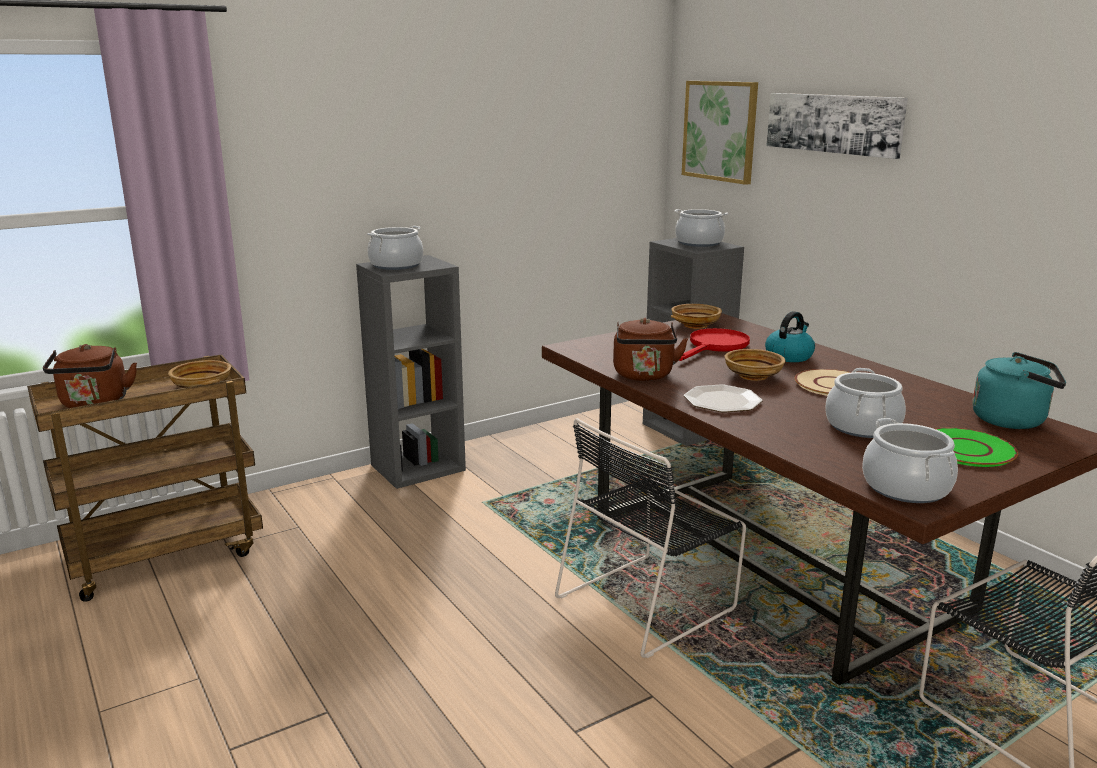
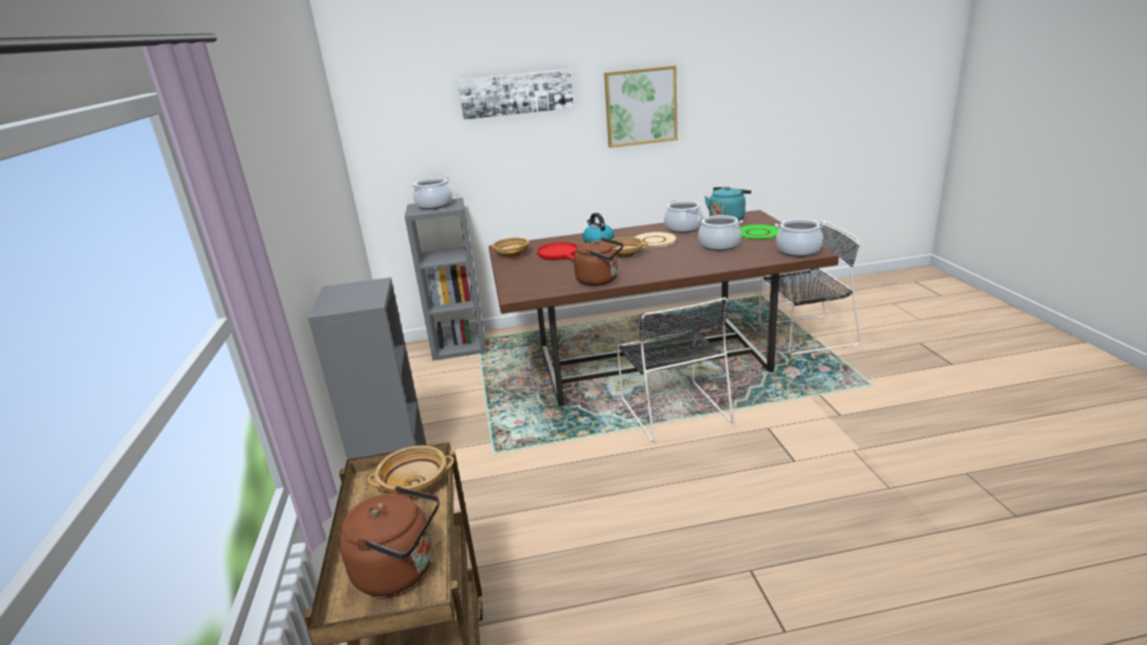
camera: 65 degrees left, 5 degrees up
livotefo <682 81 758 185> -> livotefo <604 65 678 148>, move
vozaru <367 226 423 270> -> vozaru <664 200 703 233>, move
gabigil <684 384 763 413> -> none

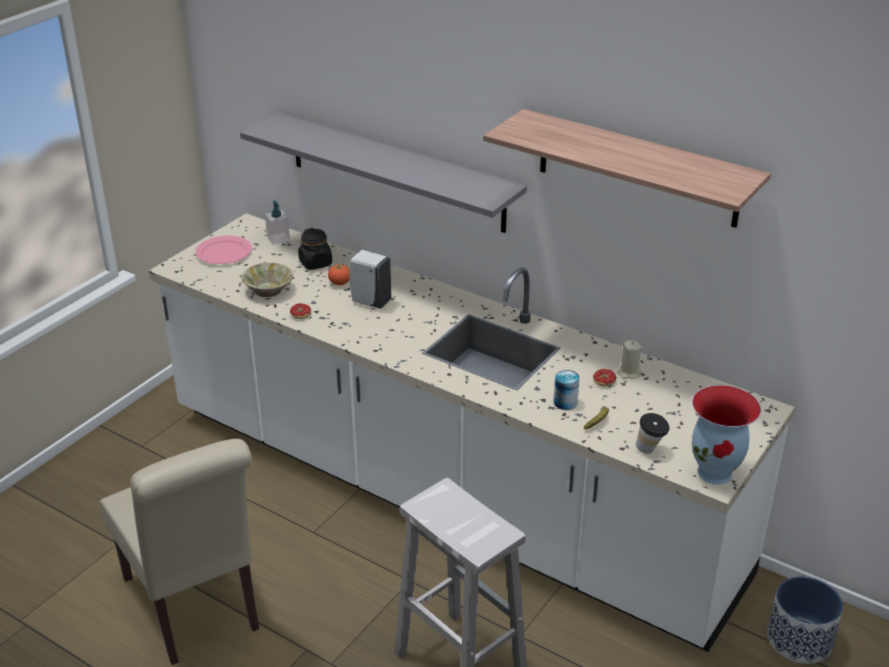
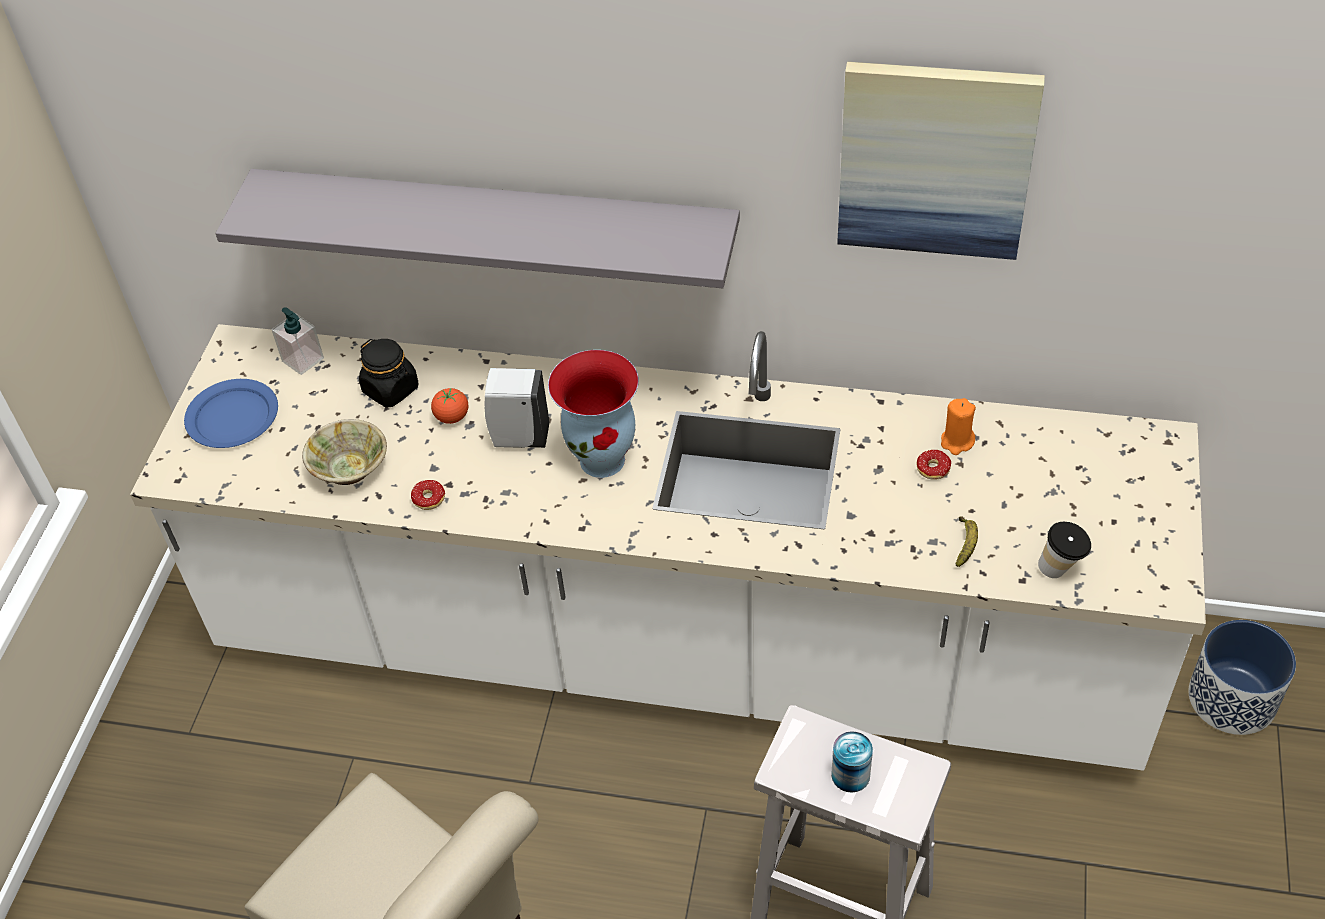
camera: 20 degrees left, 15 degrees up
gabigil (pink) <195 236 252 264> -> gabigil (blue) <184 379 278 448>
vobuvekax <692 385 761 485> -> vobuvekax <548 350 639 478>, move
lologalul <554 370 579 410> -> lologalul <831 731 873 793>, move
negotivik <483 109 771 228> -> livotefo <837 62 1045 260>
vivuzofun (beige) <617 340 642 379> -> vivuzofun (orange) <941 398 976 455>

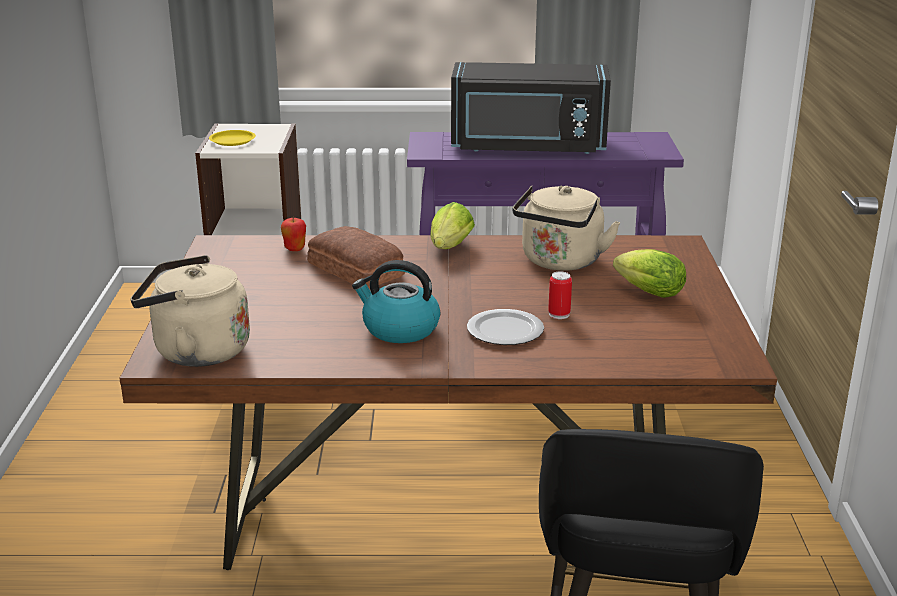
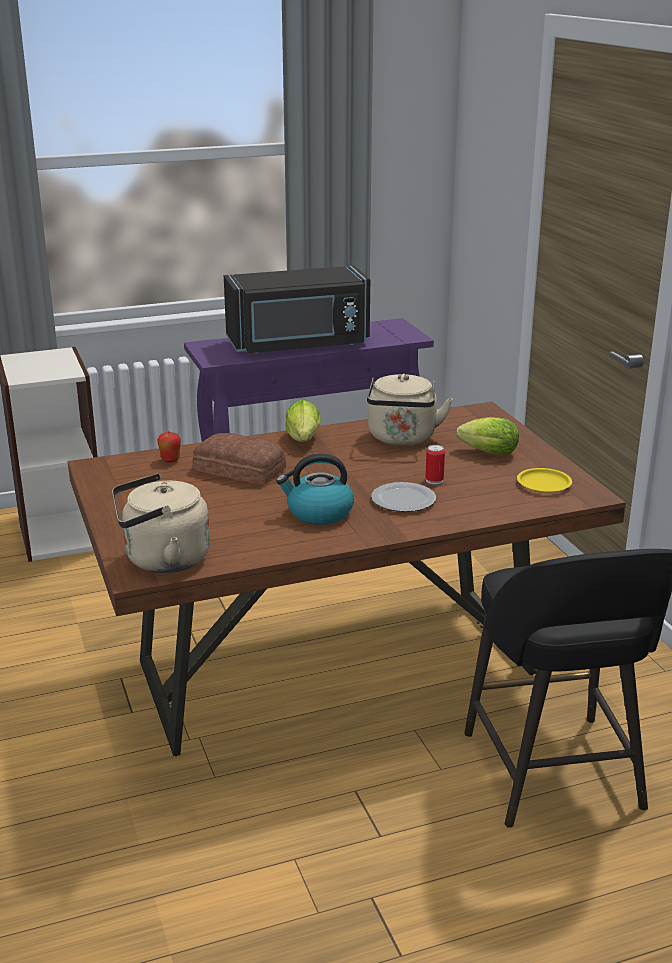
camera: 20 degrees left, 0 degrees up
gabigil (yellow) <209 130 256 146> -> gabigil (yellow) <517 468 572 493>, move

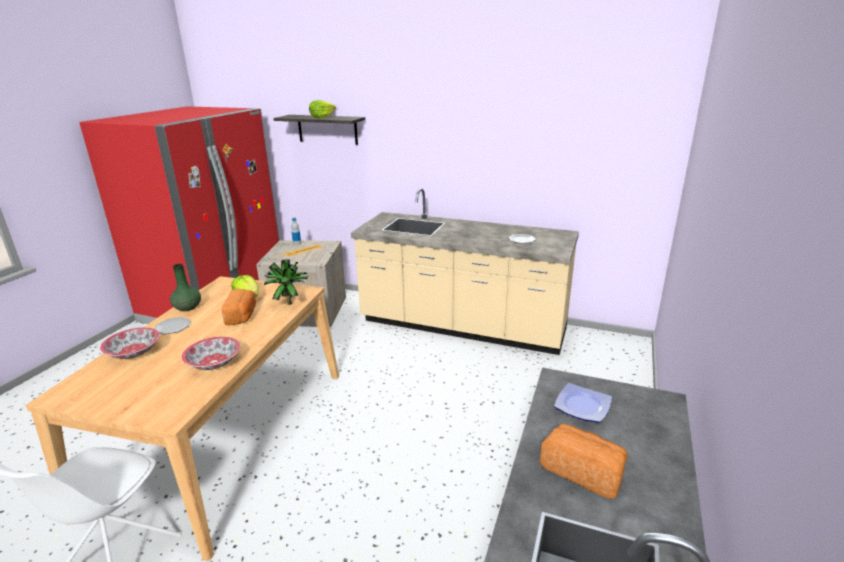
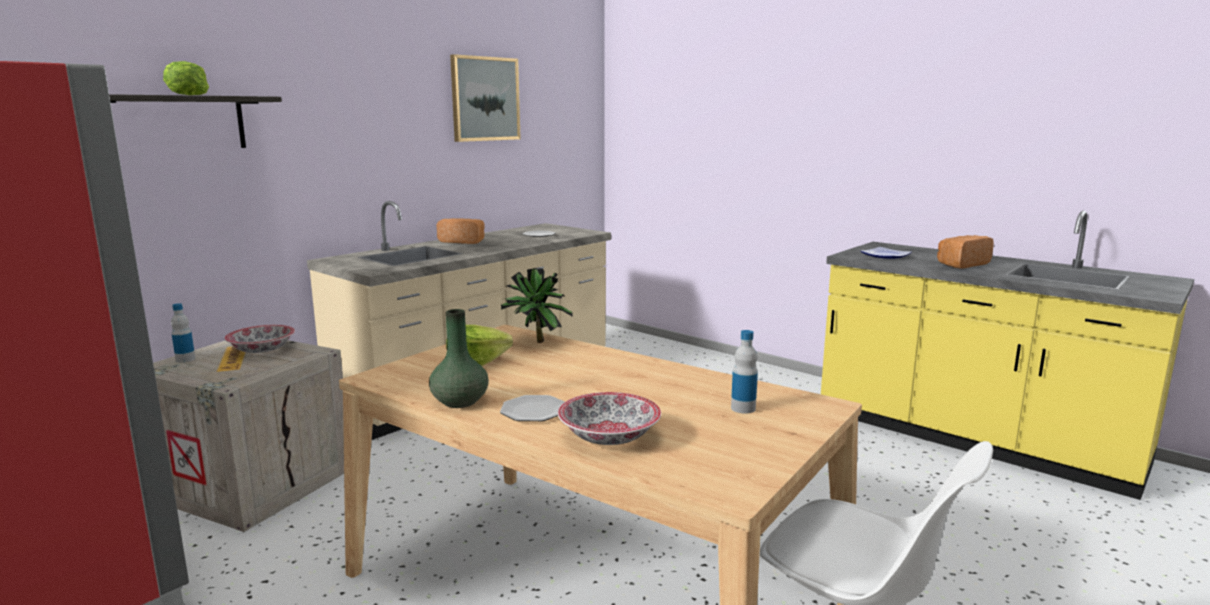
camera: 70 degrees left, 10 degrees down
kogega <181 336 240 370> -> kogega <224 325 295 353>, move
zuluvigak <222 289 256 326> -> zuluvigak <436 218 485 244>, move
none -> livotefo <450 54 521 142>
none -> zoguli <731 330 758 414>

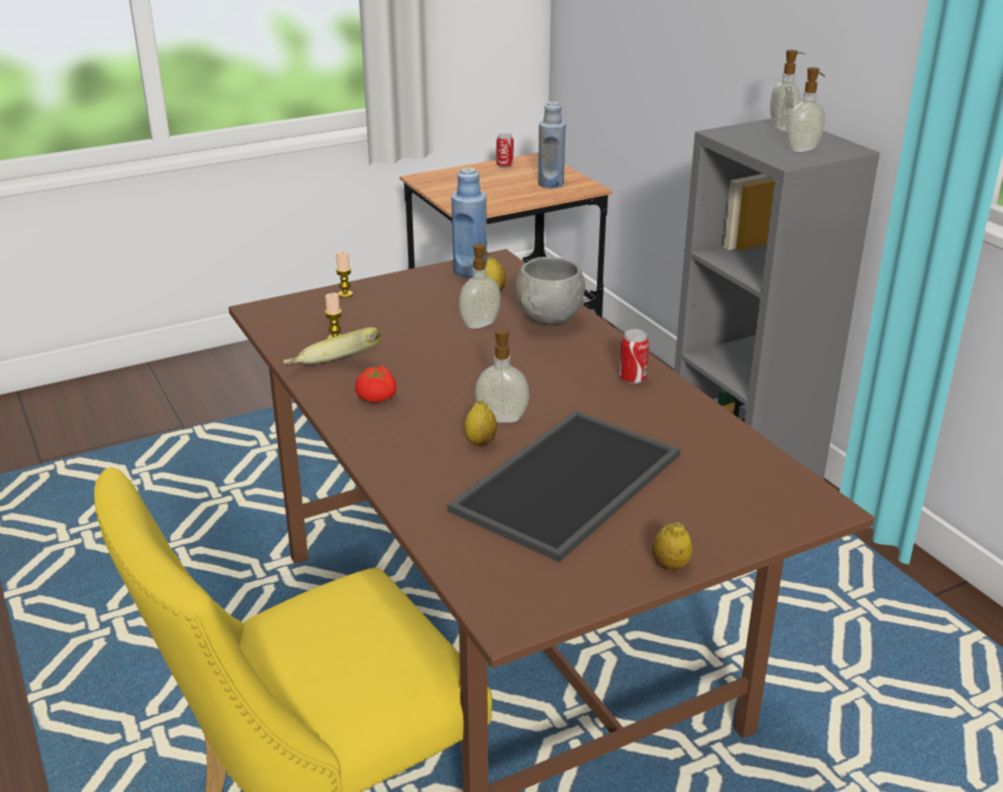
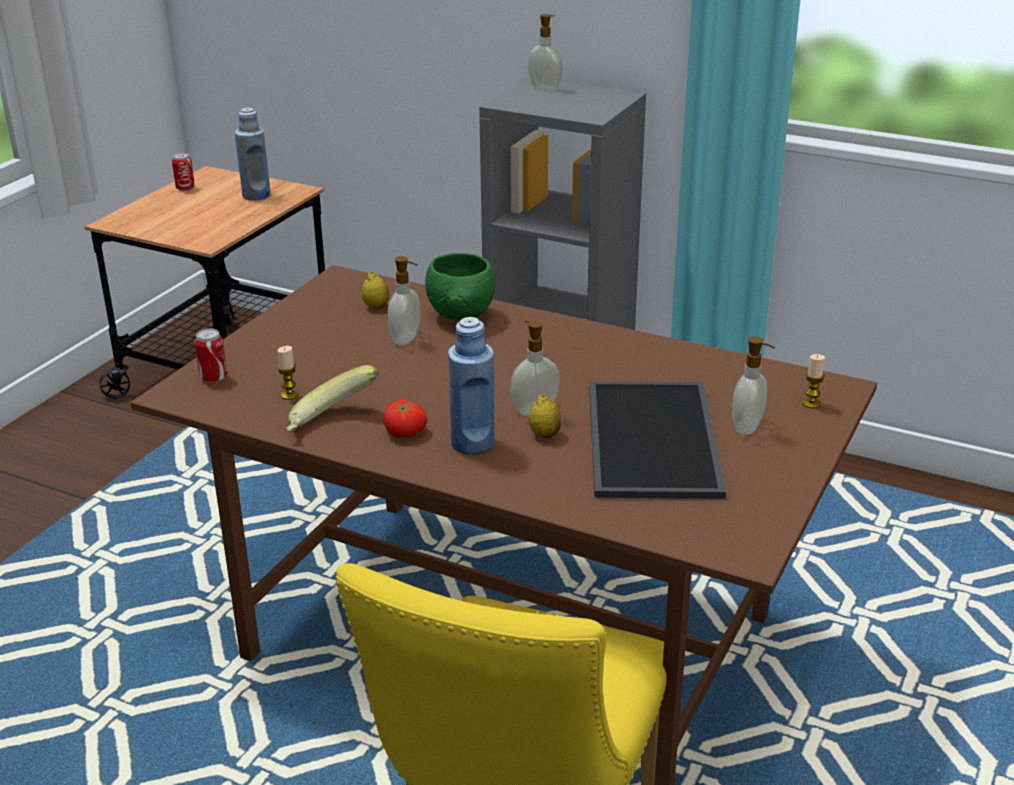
camera: 35 degrees left, 0 degrees up
lologalul <619 329 649 384> -> lologalul <195 329 227 383>, move
kogega (grey) <515 257 585 325> -> kogega (green) <425 253 495 321>
zoguli (blue) <451 167 487 278> -> zoguli (blue) <448 317 495 455>, move
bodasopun <787 67 825 152> -> bodasopun <732 336 775 435>, move
vivuzofun <336 252 353 298> -> vivuzofun <802 354 825 408>, move
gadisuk <652 522 692 570> -> none

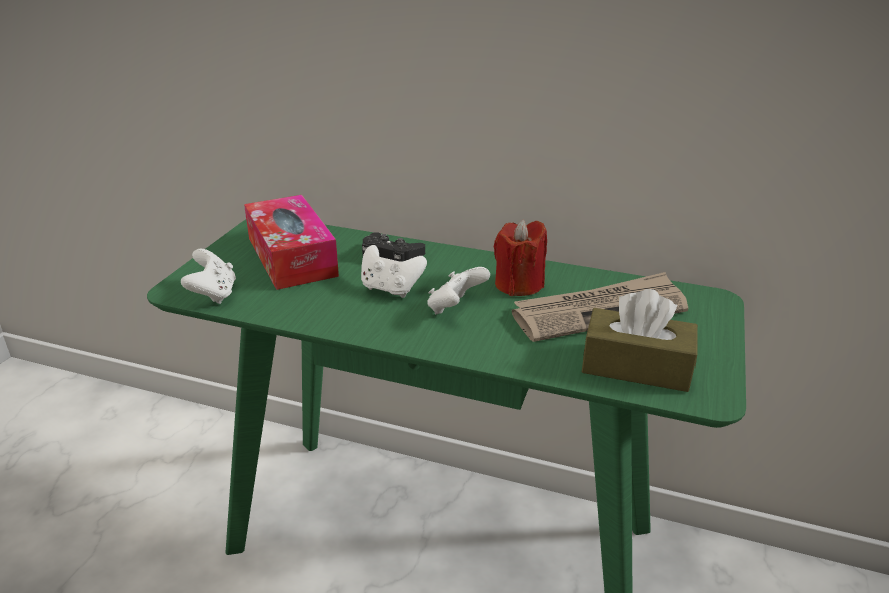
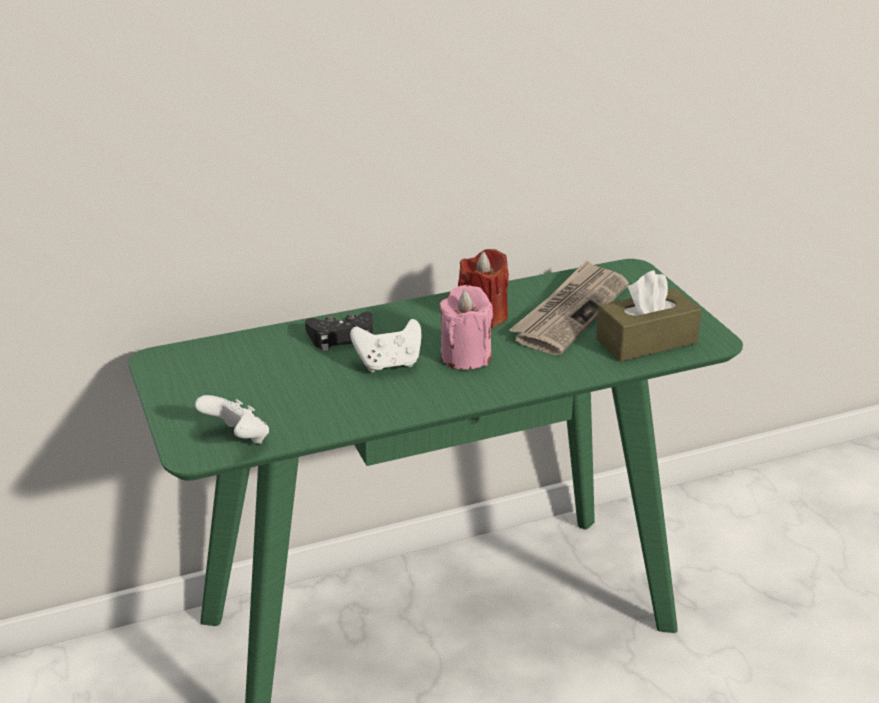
camera: 40 degrees left, 0 degrees up
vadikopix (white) <428 267 490 314> -> vivuzofun (pink) <440 285 493 370>
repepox <244 195 339 290> -> none

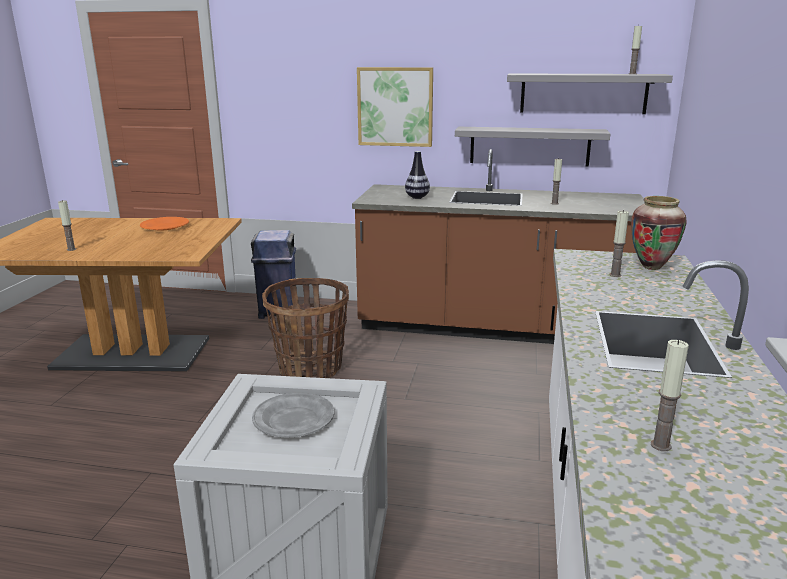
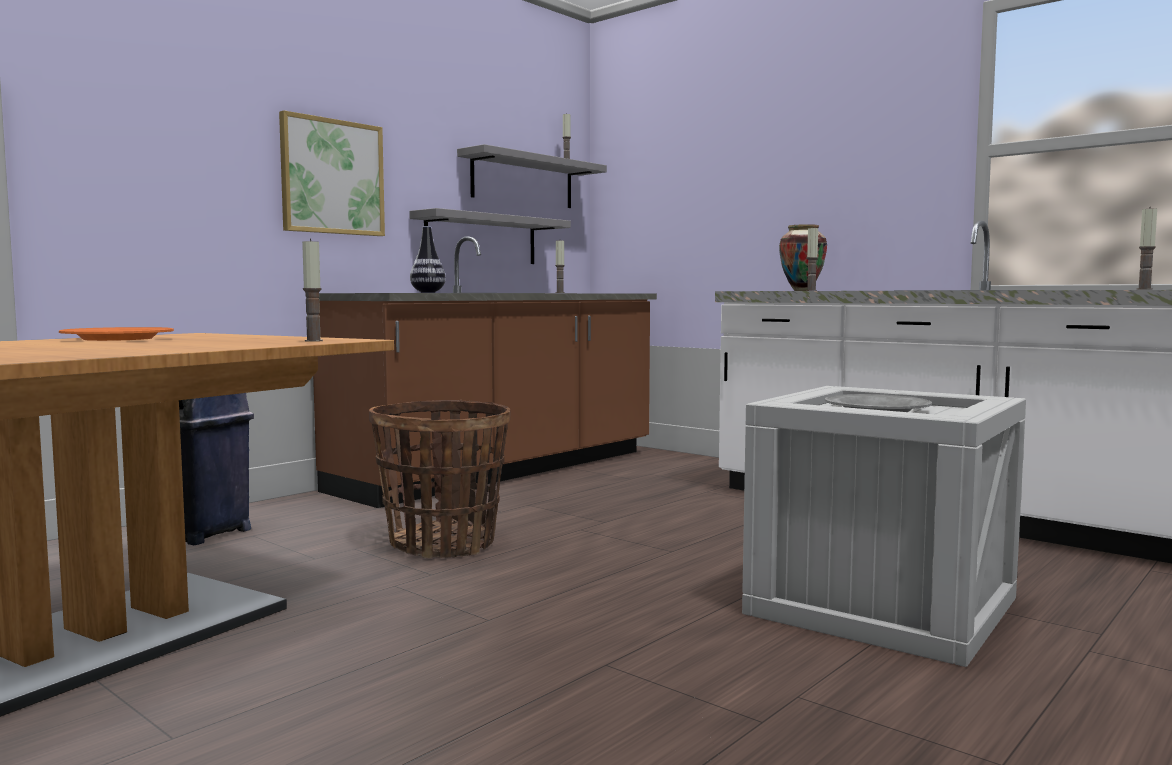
camera: 60 degrees left, 15 degrees down
vivuzofun <58 200 76 251> -> vivuzofun <302 238 323 342>, move

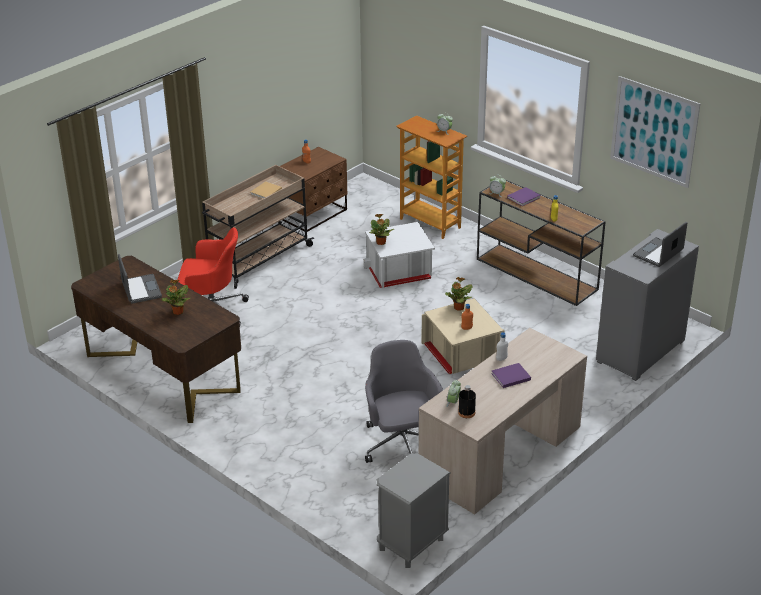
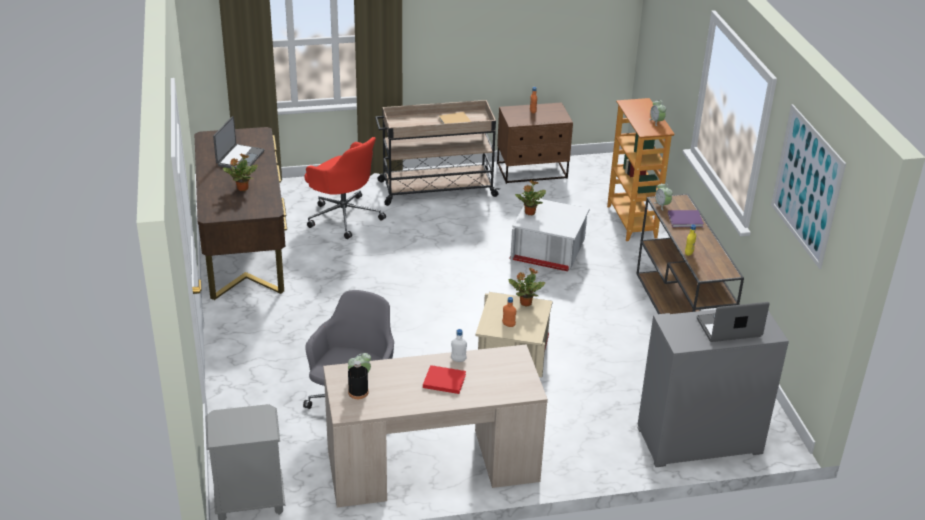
camera: 35 degrees right, 0 degrees up
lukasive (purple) <491 363 531 388> -> lukasive (red) <423 365 466 394>

